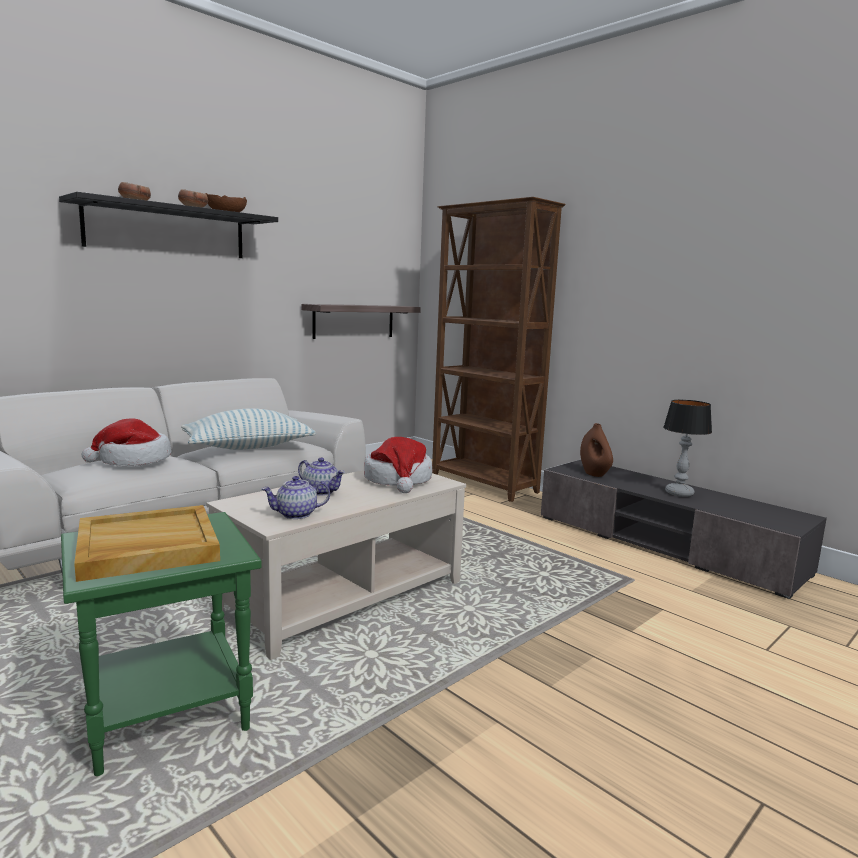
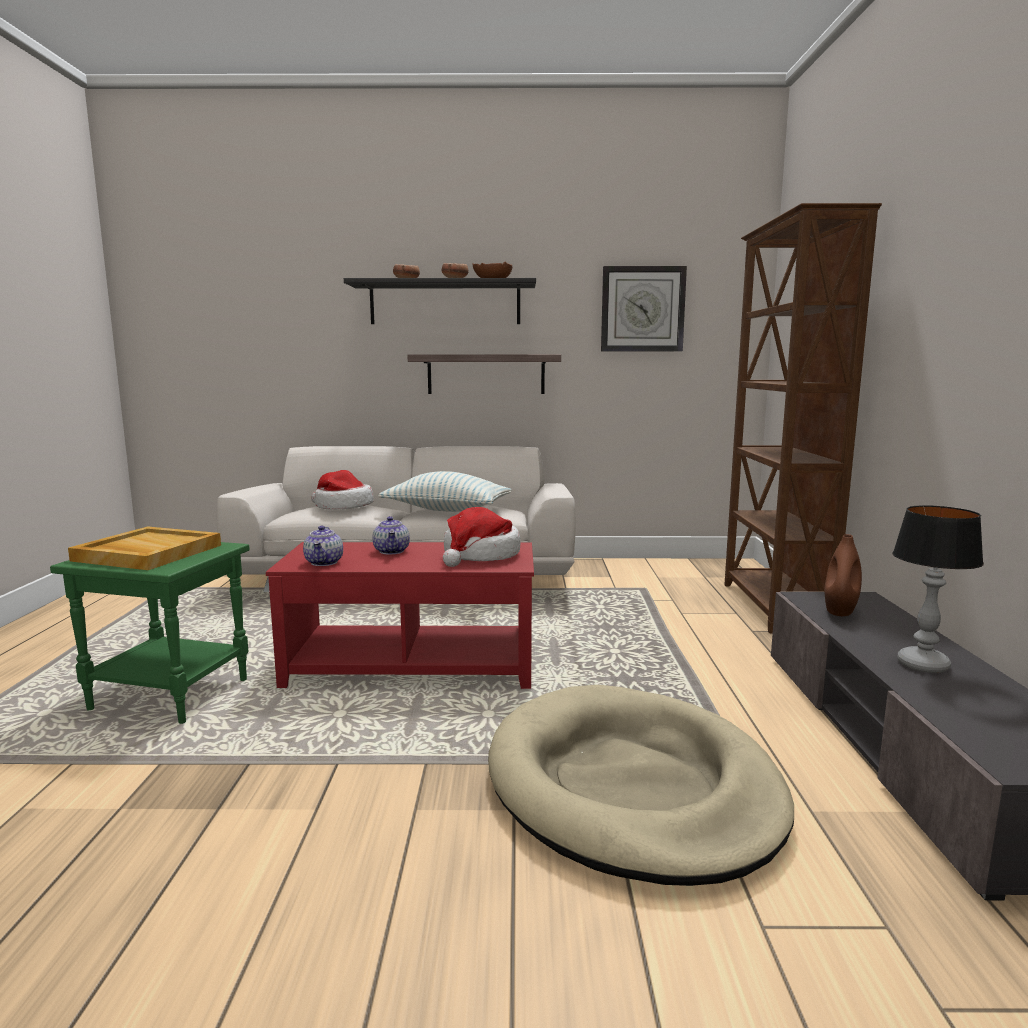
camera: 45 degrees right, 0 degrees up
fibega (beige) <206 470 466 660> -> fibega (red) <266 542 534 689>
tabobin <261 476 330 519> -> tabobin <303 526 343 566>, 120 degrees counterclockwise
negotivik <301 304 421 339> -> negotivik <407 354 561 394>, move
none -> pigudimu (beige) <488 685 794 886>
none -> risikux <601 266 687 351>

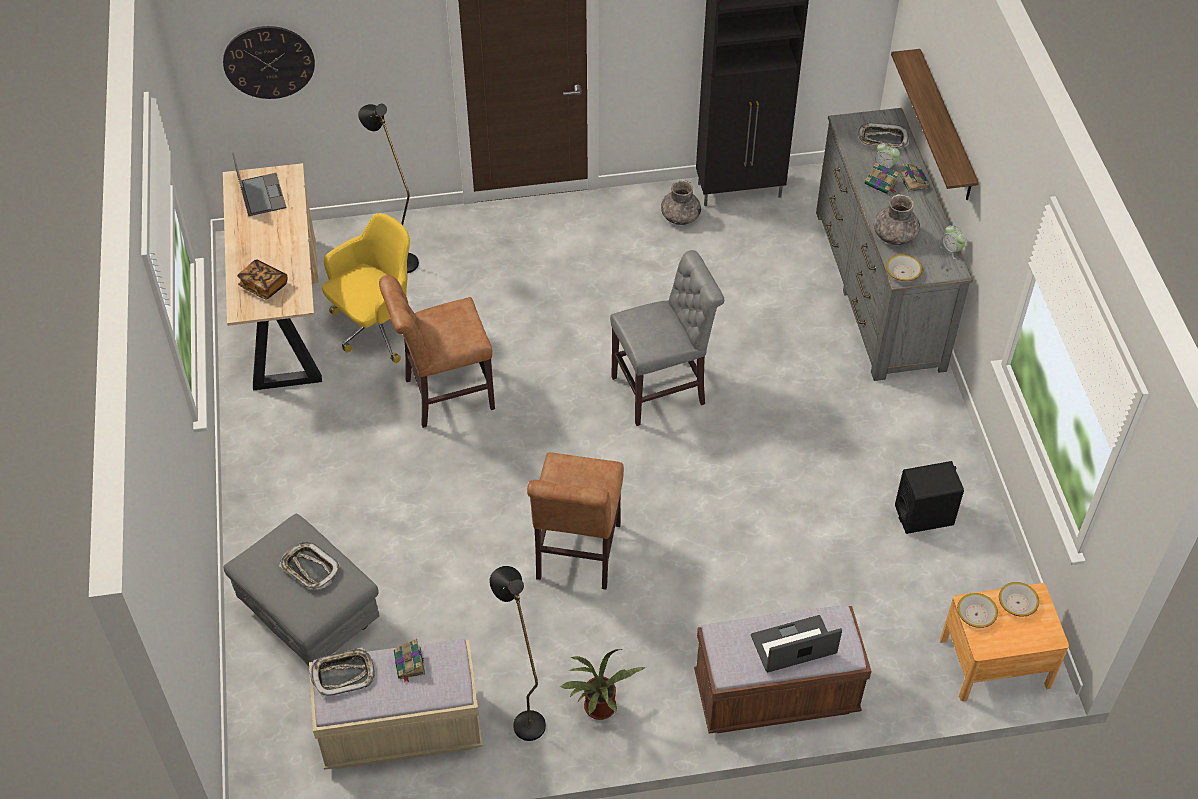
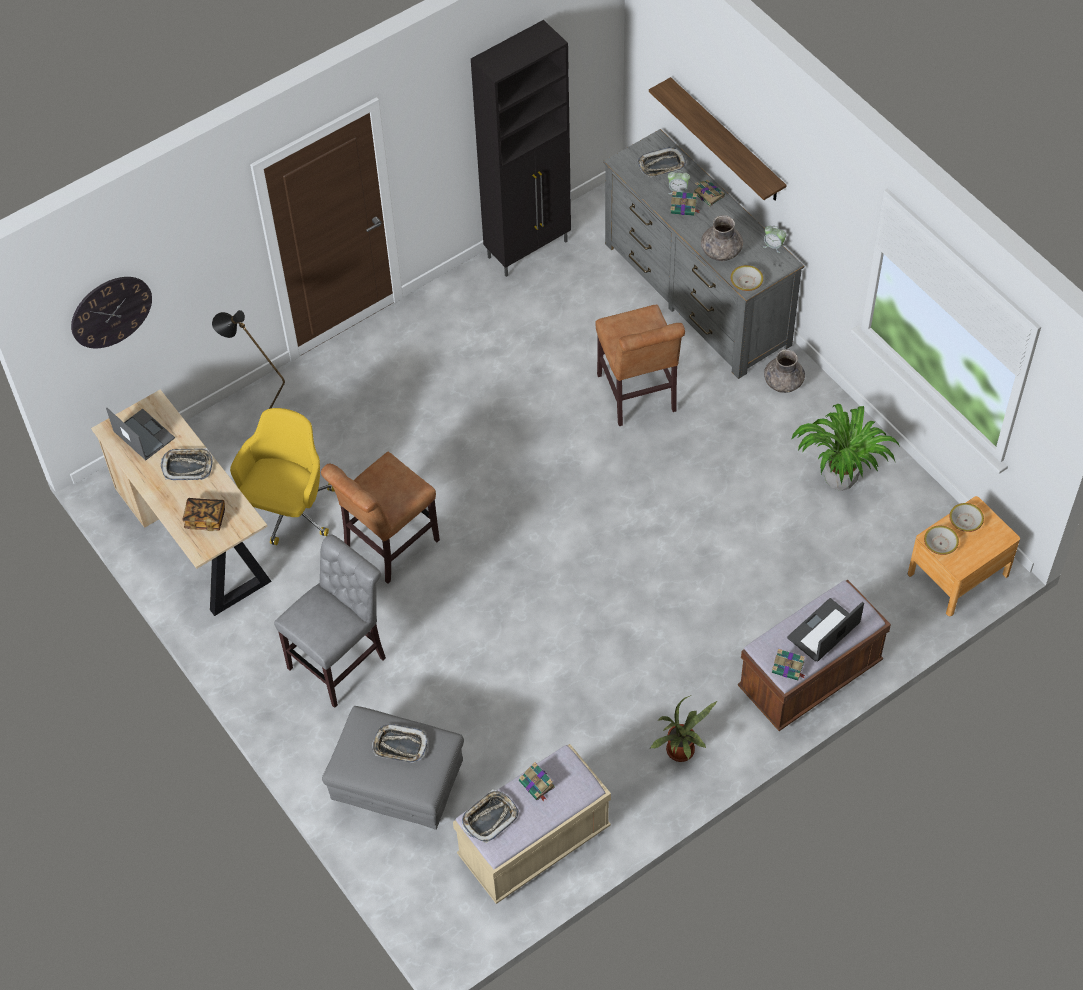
camera: 25 degrees left, 5 degrees up
none -> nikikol <161 448 213 480>
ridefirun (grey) <610 250 724 426> -> ridefirun (grey) <274 534 386 708>, move
ridefirun (brown) <527 452 624 590> -> ridefirun (brown) <596 305 685 426>, move
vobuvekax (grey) <661 180 701 225> -> vobuvekax (grey) <764 349 805 393>, move
none -> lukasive <772 649 805 680>
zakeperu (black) <895 461 964 534> -> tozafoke <791 404 900 491>
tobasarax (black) <490 566 546 741> -> none

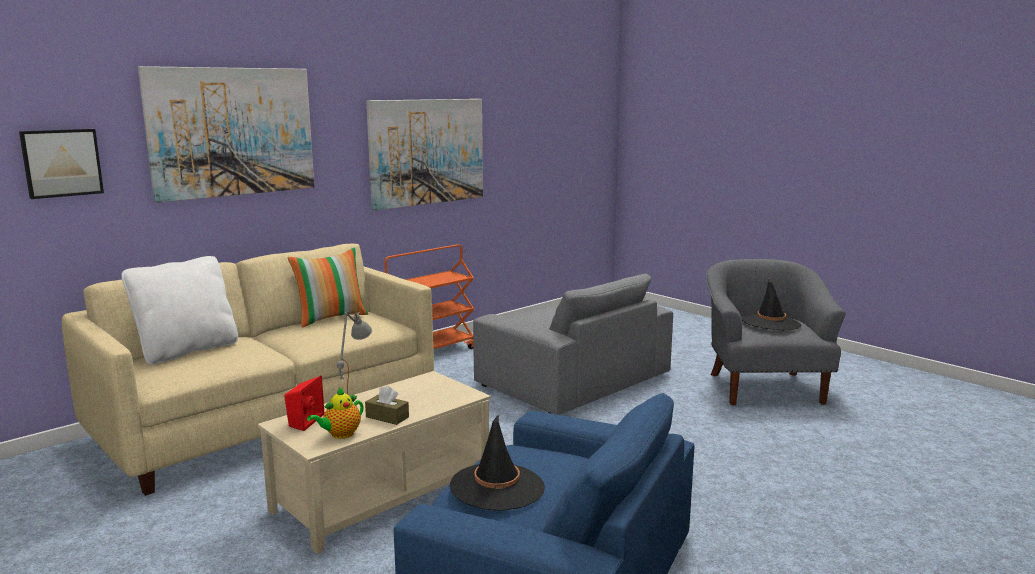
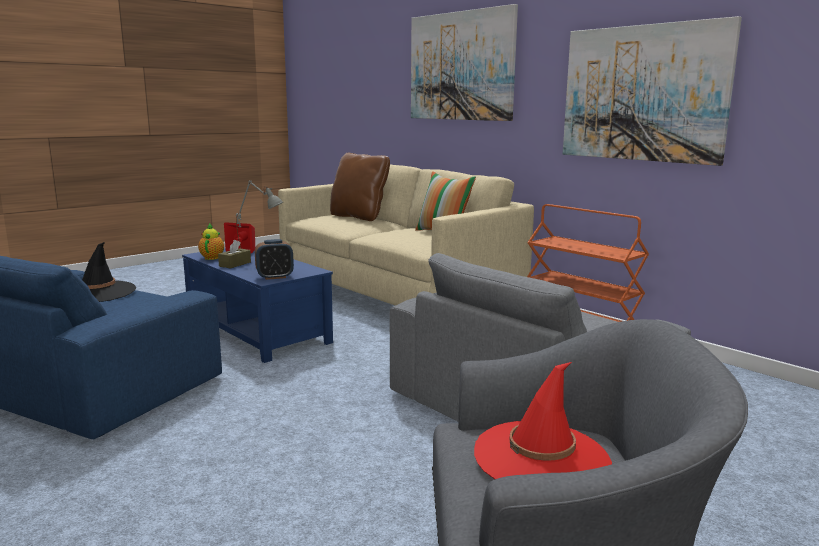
camera: 90 degrees right, 0 degrees up
fibega (beige) <258 371 491 554> -> fibega (blue) <182 248 333 363>
tabobin <307 387 364 439> -> tabobin <198 224 224 260>, 45 degrees clockwise
none -> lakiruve <255 239 294 280>
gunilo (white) <121 256 238 365> -> gunilo (brown) <330 153 390 221>
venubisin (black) <742 279 802 330> -> venubisin (red) <474 362 612 479>
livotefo <19 129 104 199> -> none

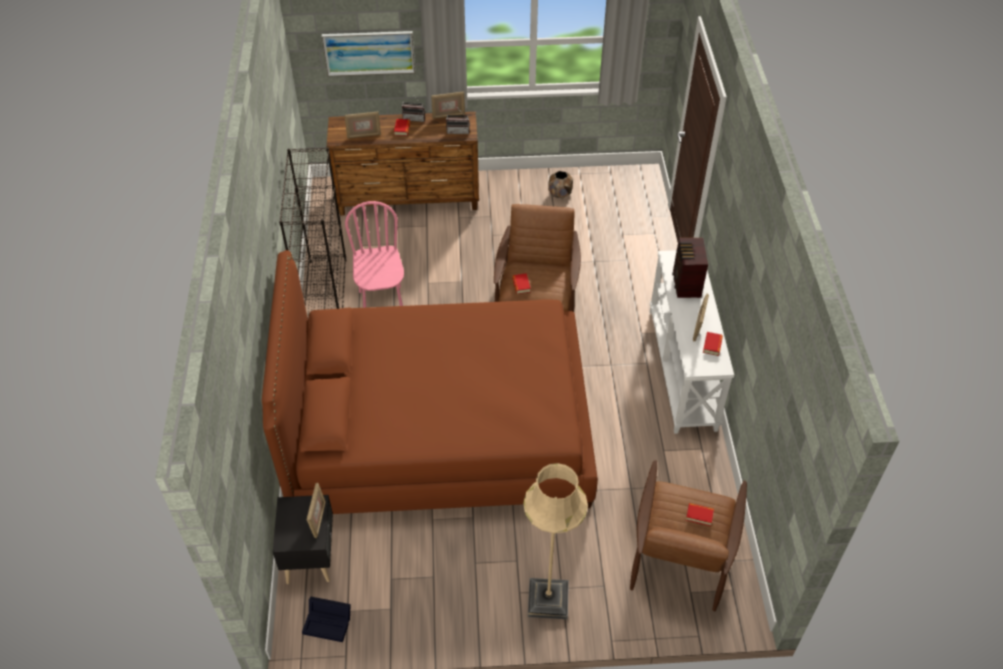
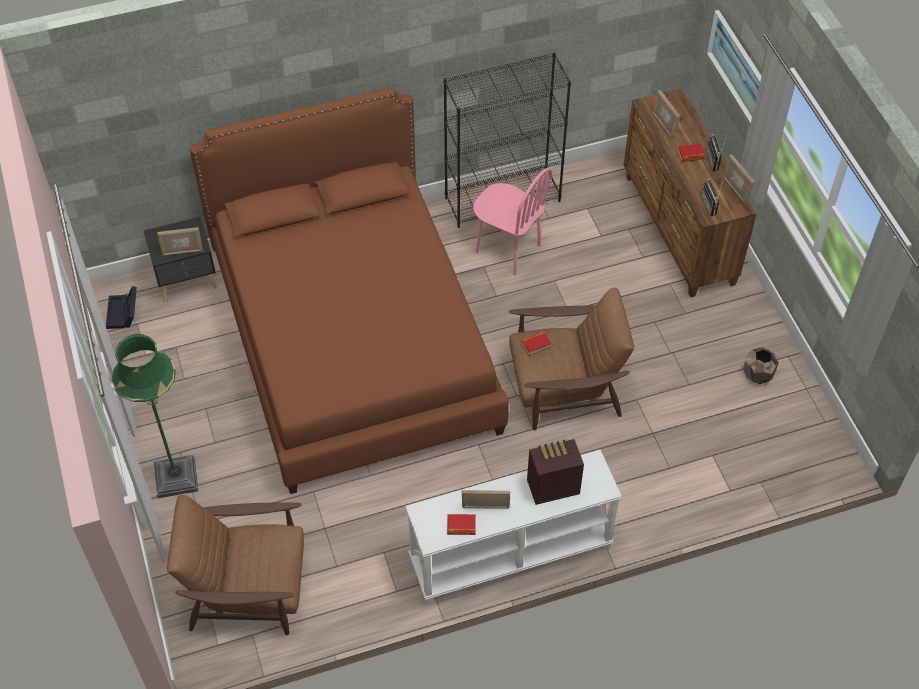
camera: 75 degrees right, 5 degrees up
tobasarax (beige) <523 463 588 619> -> tobasarax (green) <112 334 198 498>
ridefirun (pink) <345 201 404 308> -> ridefirun (pink) <473 168 552 275>, 60 degrees clockwise
lukasive <686 503 714 526> -> none

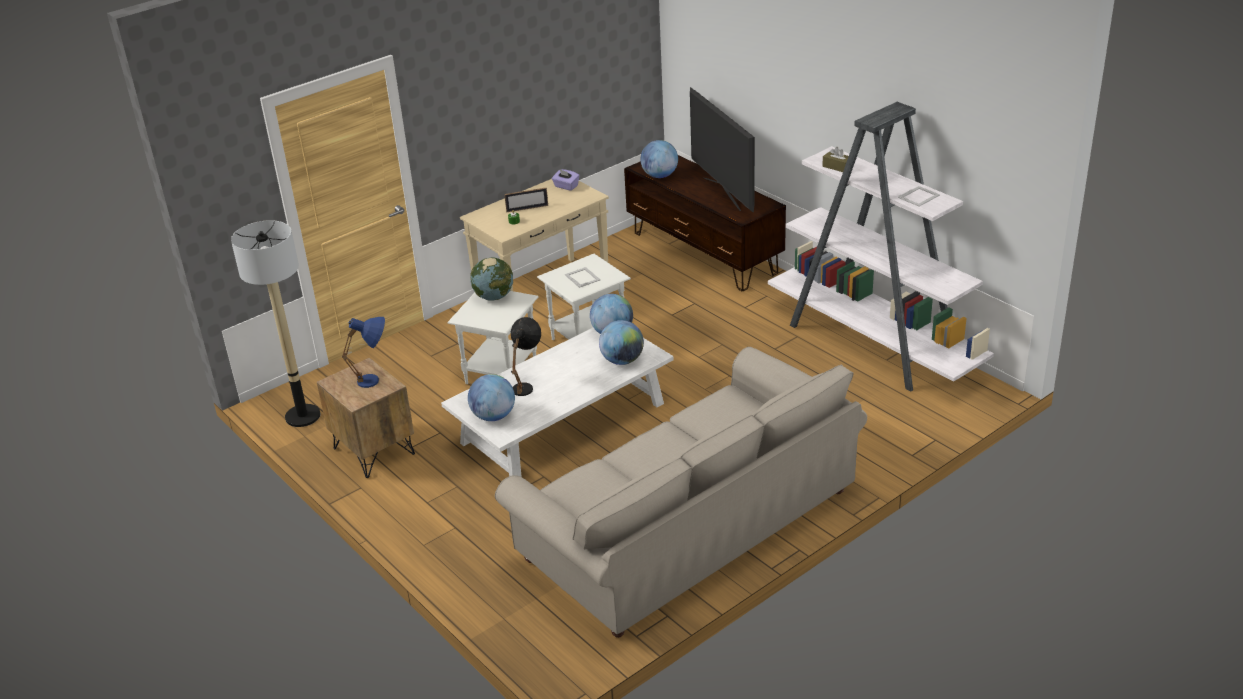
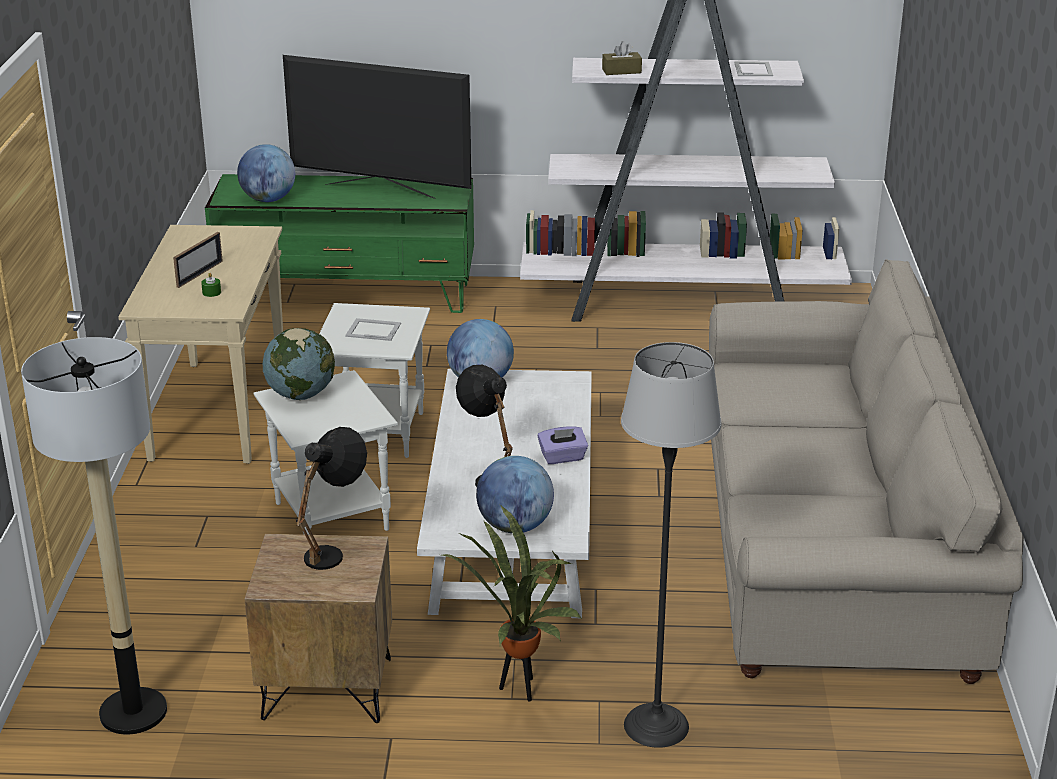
camera: 50 degrees left, 5 degrees down
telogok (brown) <624 155 786 291> -> telogok (green) <205 174 474 313>
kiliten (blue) <342 317 385 388> -> kiliten (black) <295 427 367 570>
none -> tozafoke <442 505 583 701>
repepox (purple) <552 169 580 191> -> repepox (purple) <538 426 588 464>, move
none -> tobasarax <621 342 721 748>
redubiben <599 320 644 365> -> none

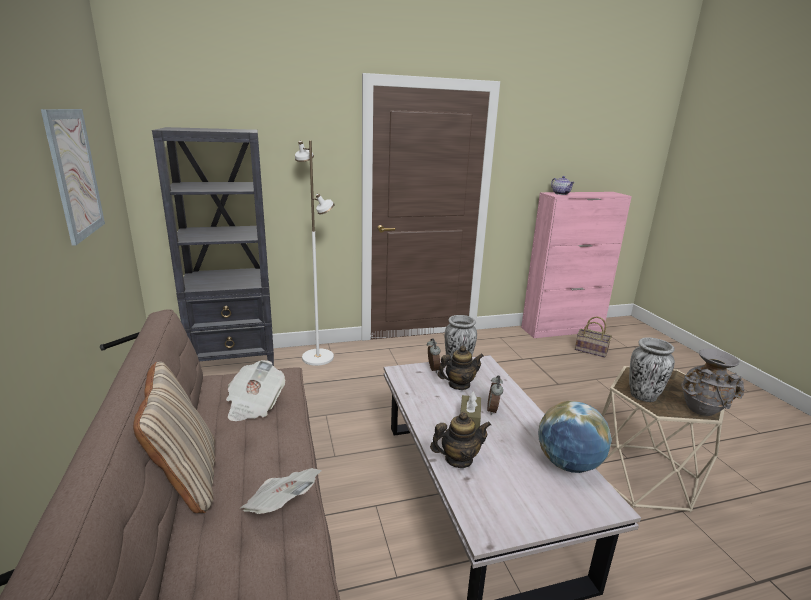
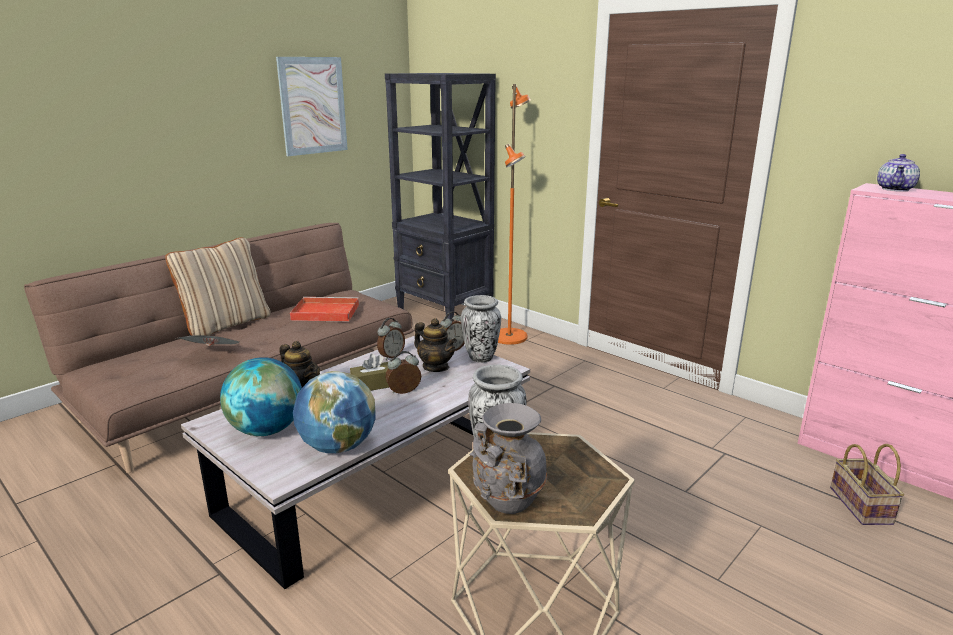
camera: 60 degrees right, 0 degrees up
none -> redubiben <220 357 302 436>
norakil <226 360 285 421> -> nikikol (red) <290 297 359 321>
none -> lakiruve <377 318 405 360>
tobasarax (white) <295 141 334 366> -> tobasarax (orange) <498 84 531 345>

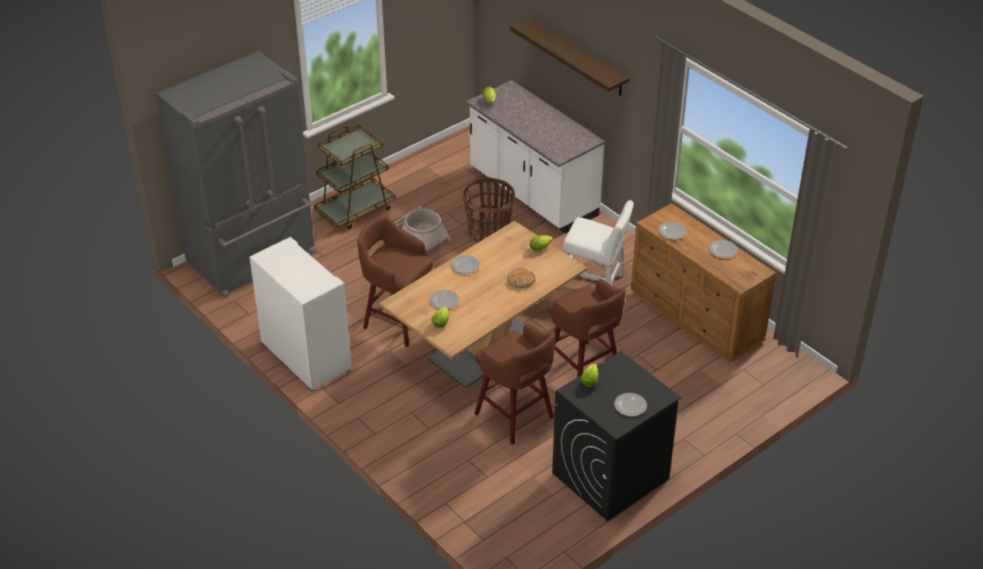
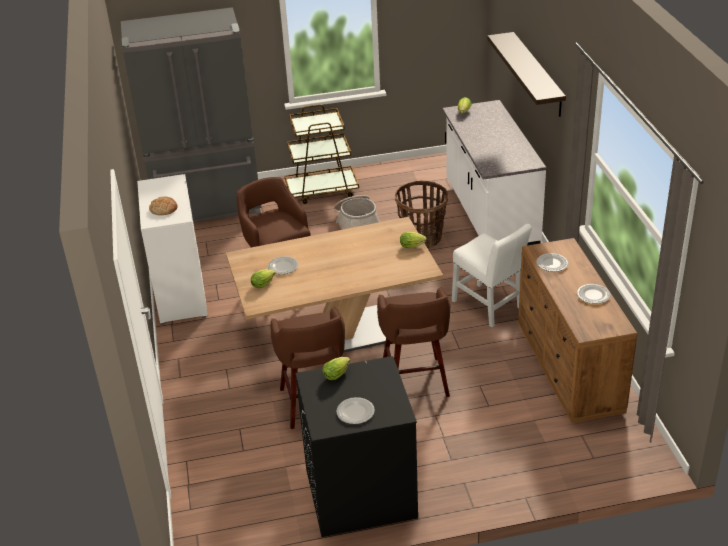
camera: 30 degrees right, 5 degrees down
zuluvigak <507 268 536 288> -> zuluvigak <149 197 177 215>, move
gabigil <451 255 480 274> -> none

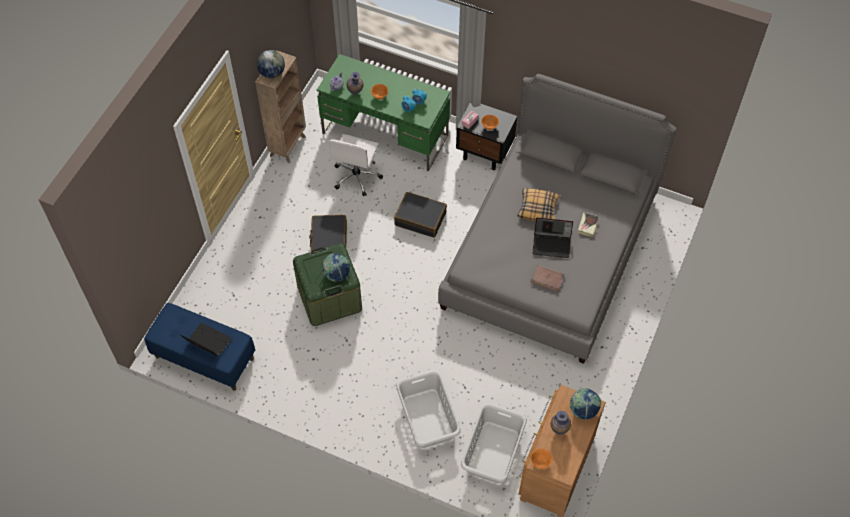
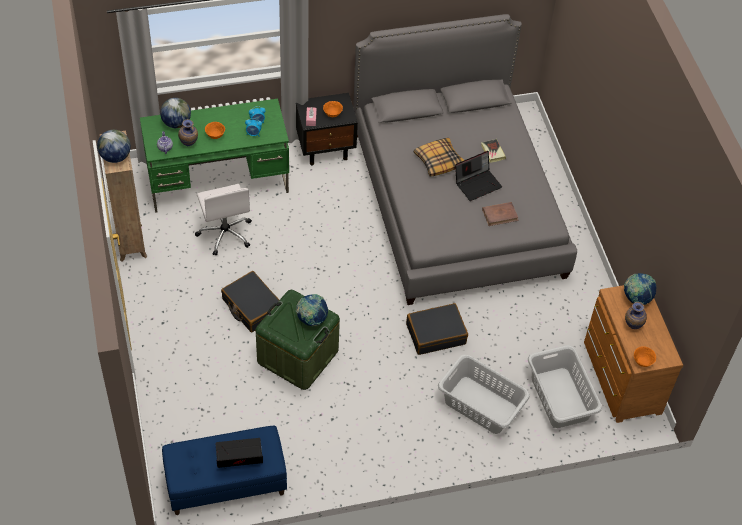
camera: 40 degrees left, 5 degrees down
none -> redubiben <160 98 191 128>
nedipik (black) <394 192 447 238> -> nedipik (black) <406 303 468 355>, move

